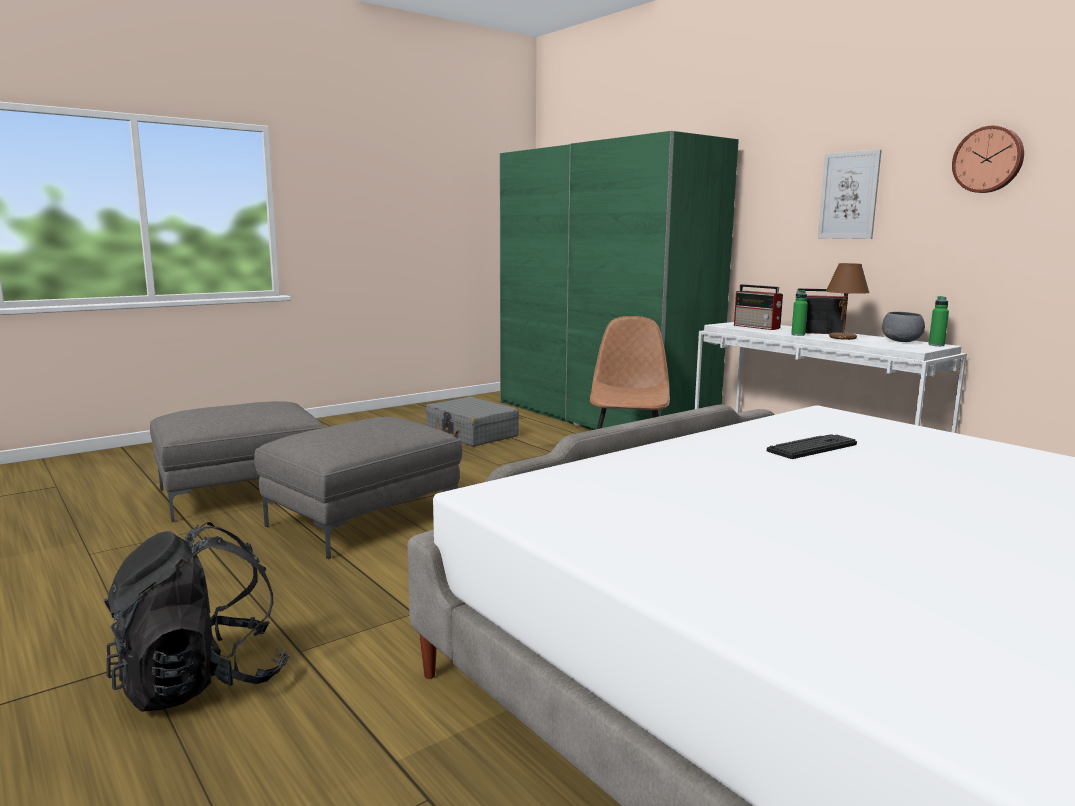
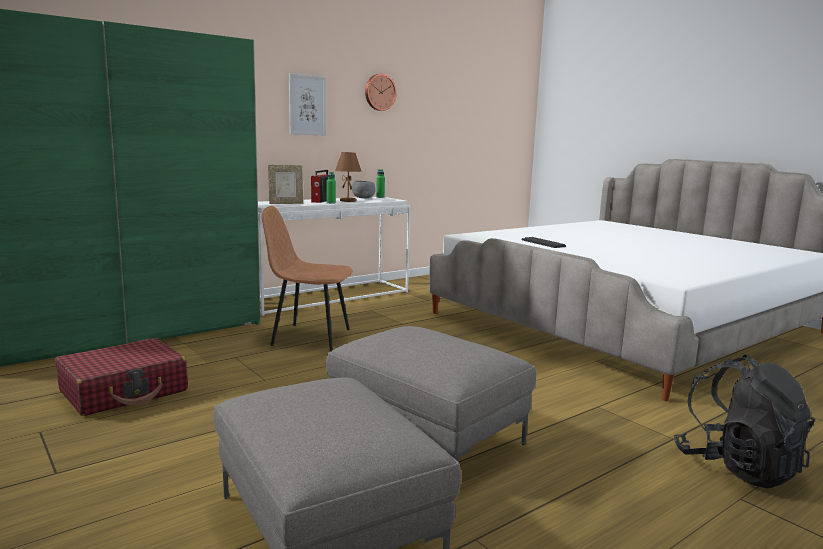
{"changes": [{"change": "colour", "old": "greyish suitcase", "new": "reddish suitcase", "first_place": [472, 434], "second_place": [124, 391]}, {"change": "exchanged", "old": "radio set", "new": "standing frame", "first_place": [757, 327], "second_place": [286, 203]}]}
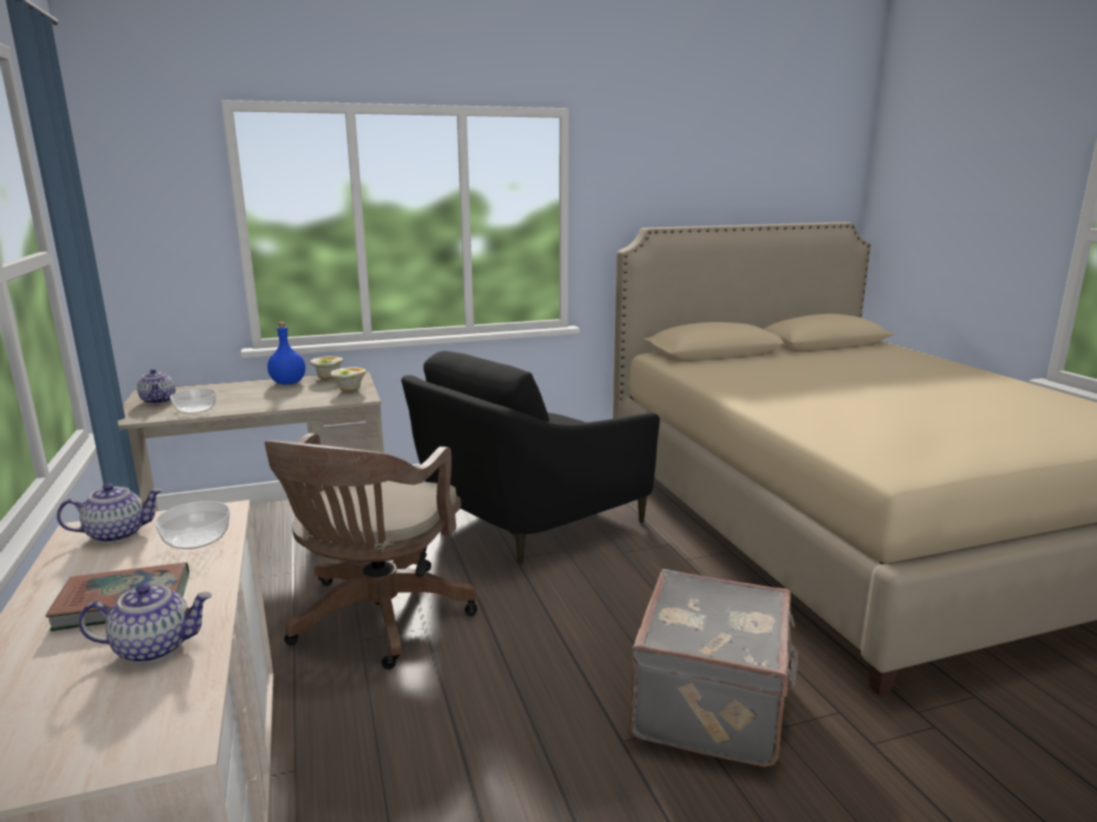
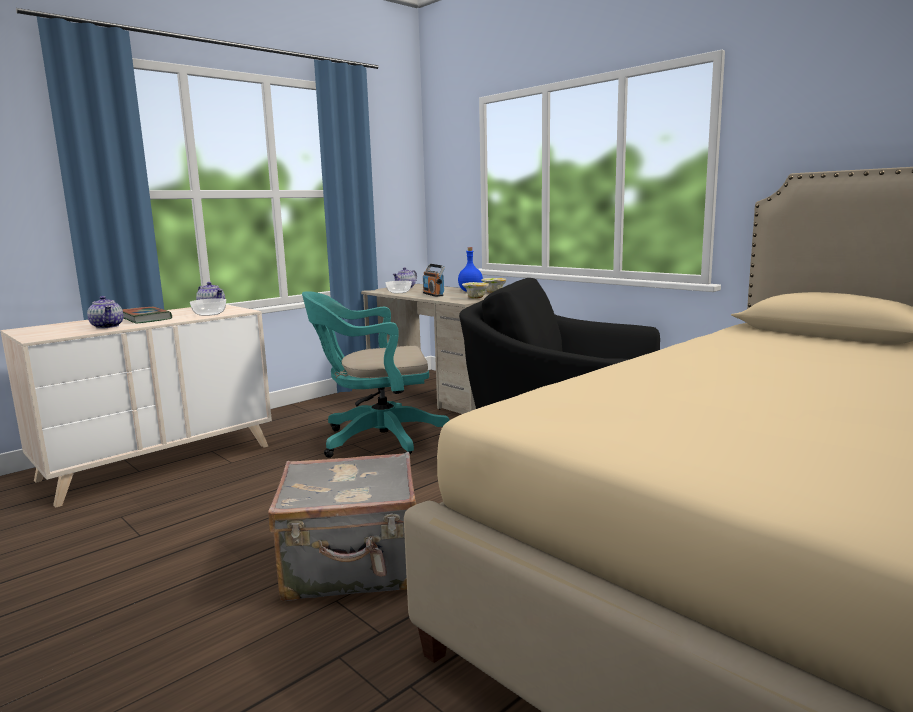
{"changes": [{"change": "colour", "old": "brownish office chair", "new": "turquoise office chair", "first_place": [377, 620], "second_place": [376, 441]}, {"change": "appeared", "new": "radio set", "second_place": [433, 294]}]}
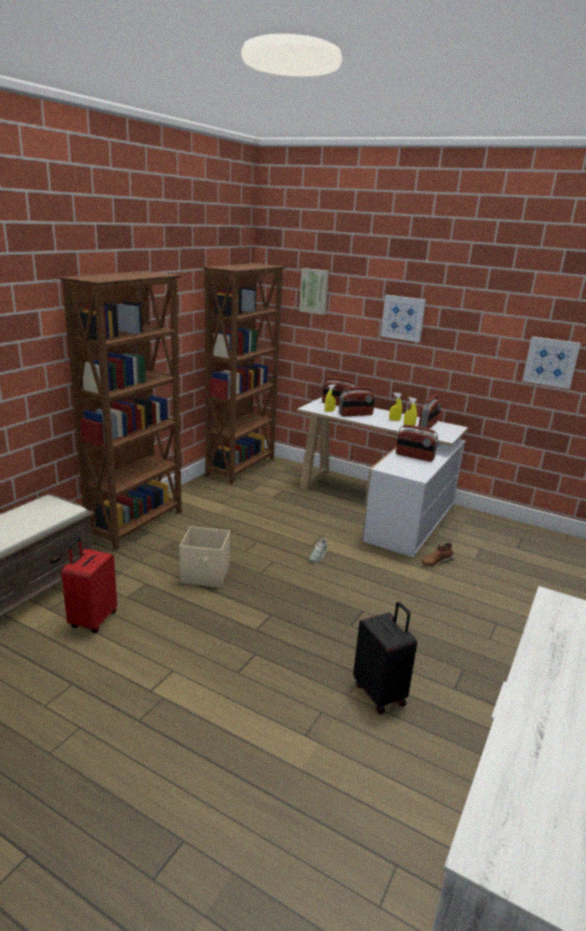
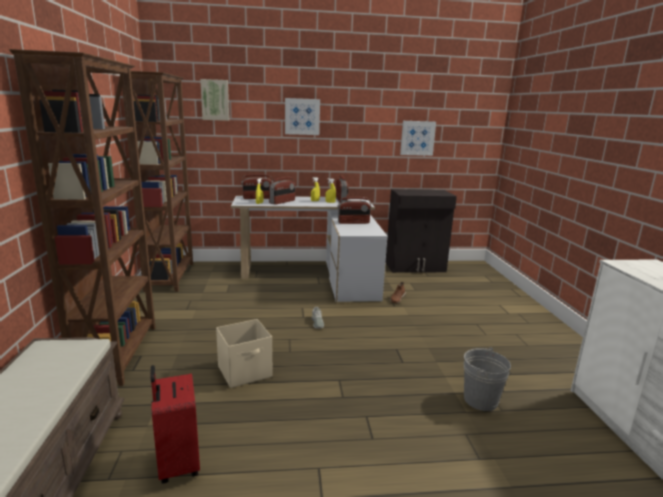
{"changes": [{"change": "appeared", "new": "black cupboard", "second_place": [416, 267]}, {"change": "exchanged", "old": "black suitcase", "new": "greyish bucket", "first_place": [380, 693], "second_place": [480, 400]}]}
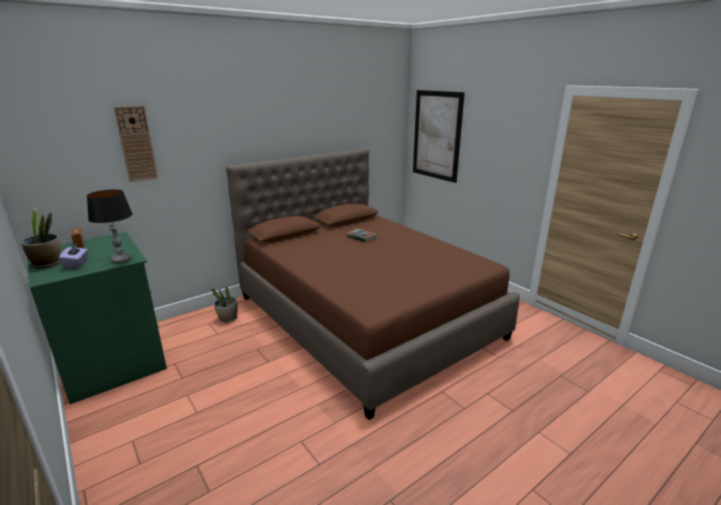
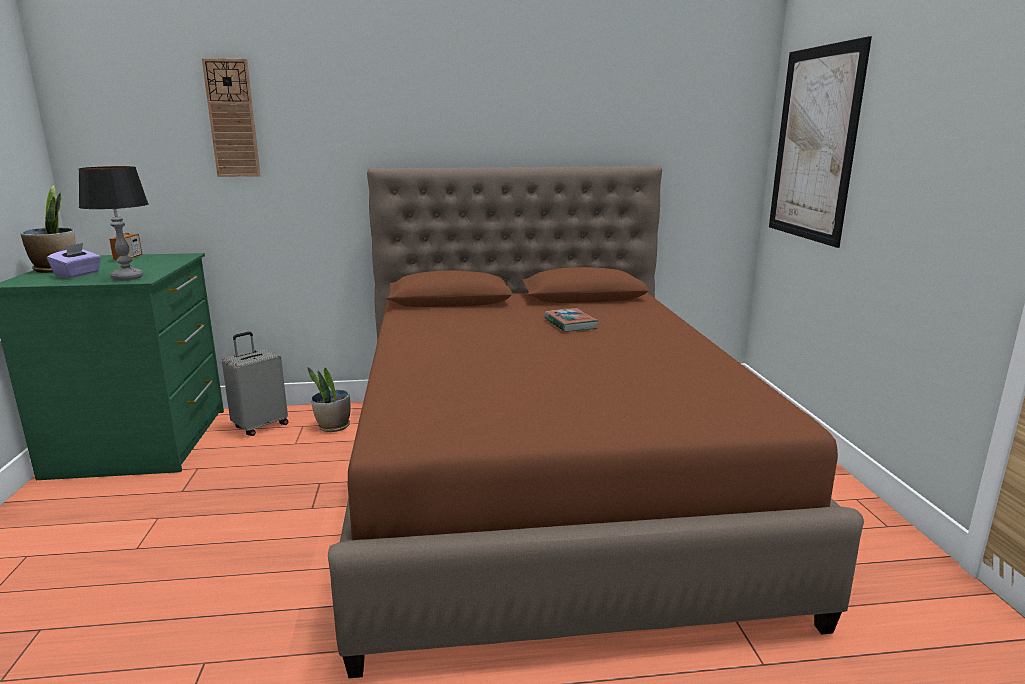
{"changes": [{"change": "appeared", "new": "greyish suitcase", "second_place": [260, 426]}]}
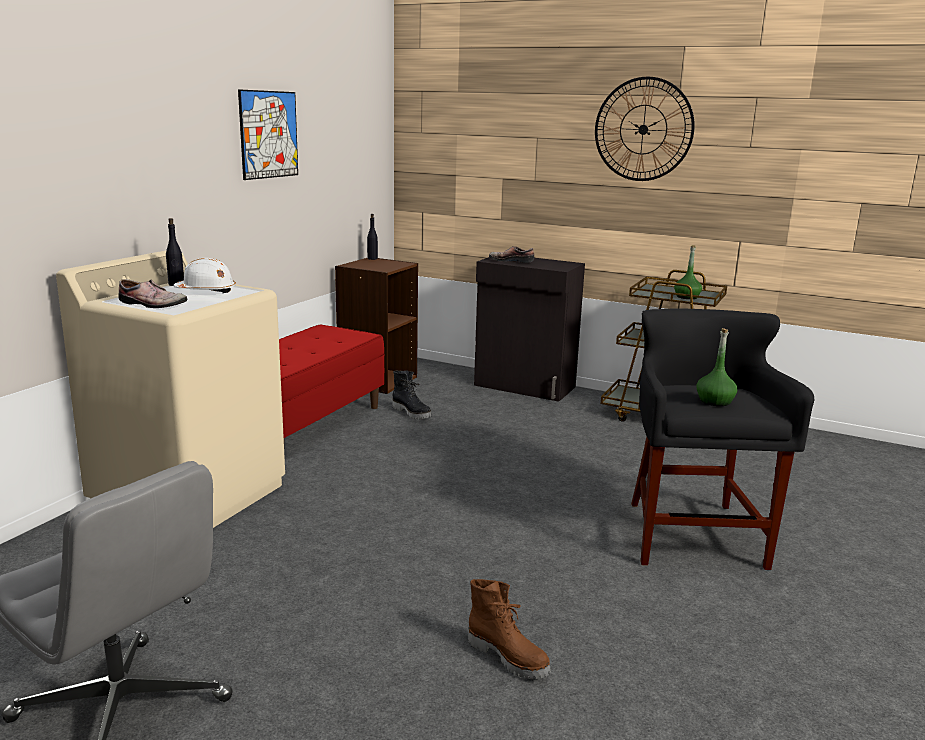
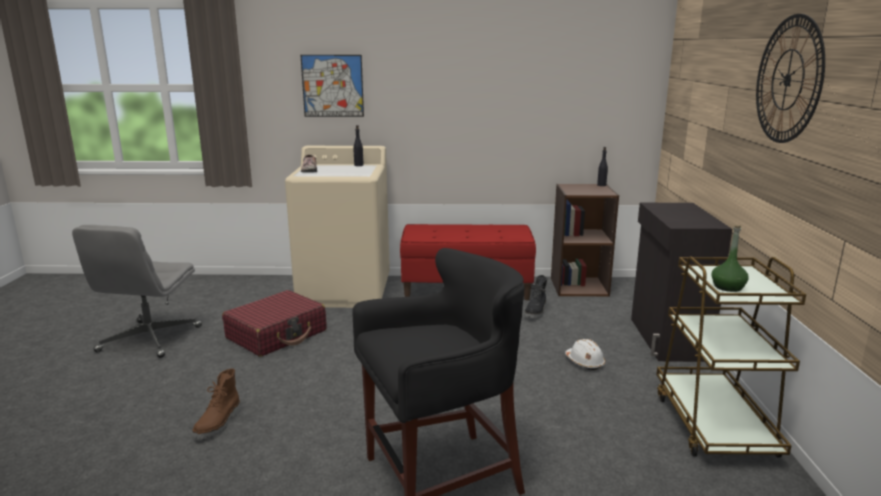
{"changes": [{"change": "appeared", "new": "reddish suitcase", "second_place": [277, 334]}, {"change": "relocated", "old": "wall picture", "first_place": [269, 134], "second_place": [332, 86]}, {"change": "relocated", "old": "white safety helmet", "first_place": [206, 291], "second_place": [584, 362]}, {"change": "missing", "old": "low shoe", "first_place": [511, 261]}, {"change": "missing", "old": "green-coloured drink bottle", "first_place": [715, 401]}]}
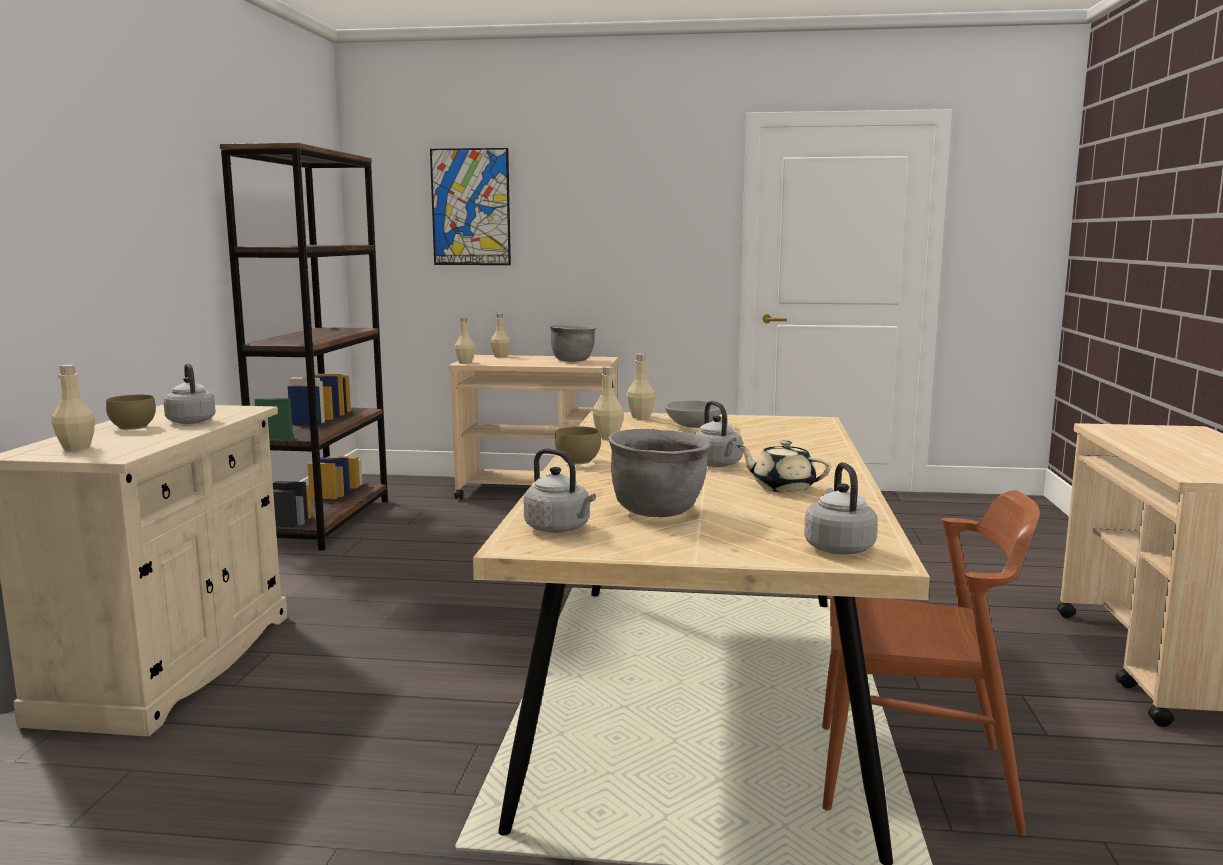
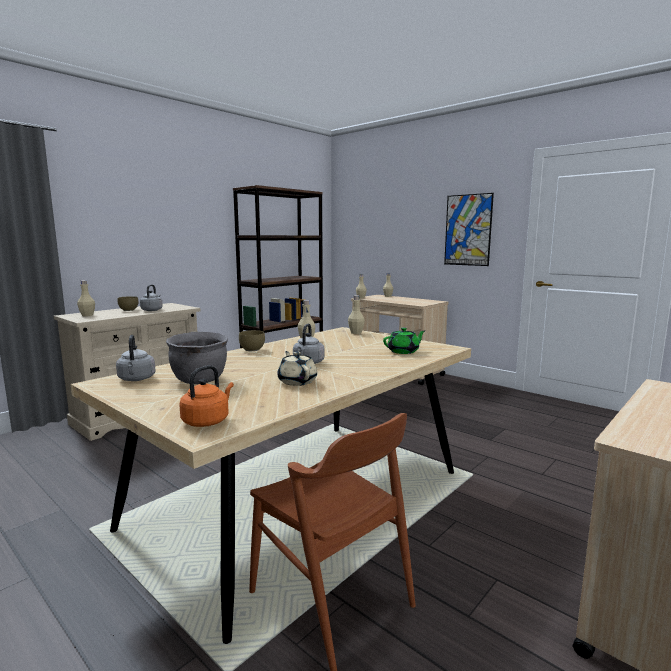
{"changes": [{"change": "colour", "old": "greyish water kettle", "new": "orangey water kettle", "first_place": [838, 547], "second_place": [207, 421]}, {"change": "appeared", "new": "green-coloured teapot", "second_place": [404, 351]}, {"change": "relocated", "old": "wall picture", "first_place": [470, 207], "second_place": [468, 230]}, {"change": "missing", "old": "greyish stockpot", "first_place": [572, 360]}, {"change": "missing", "old": "greyish serving bowl", "first_place": [694, 426]}]}
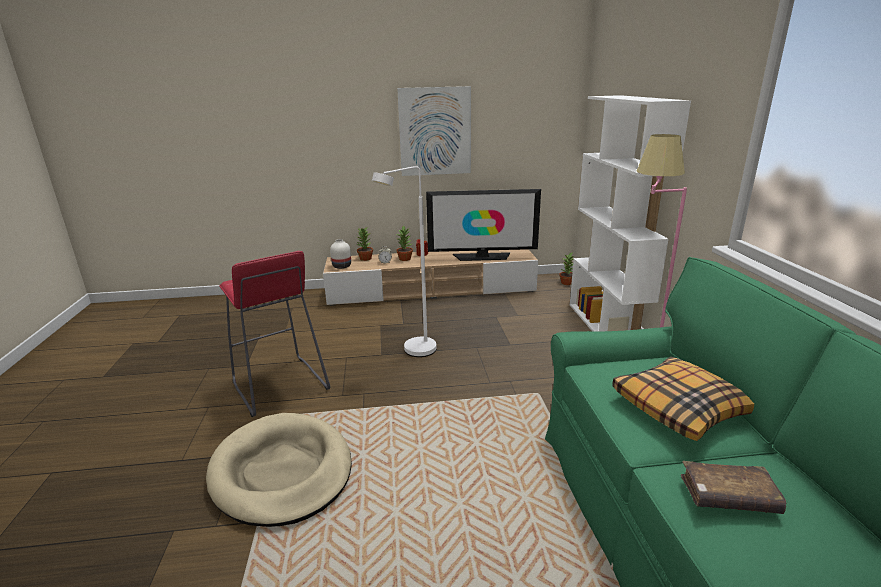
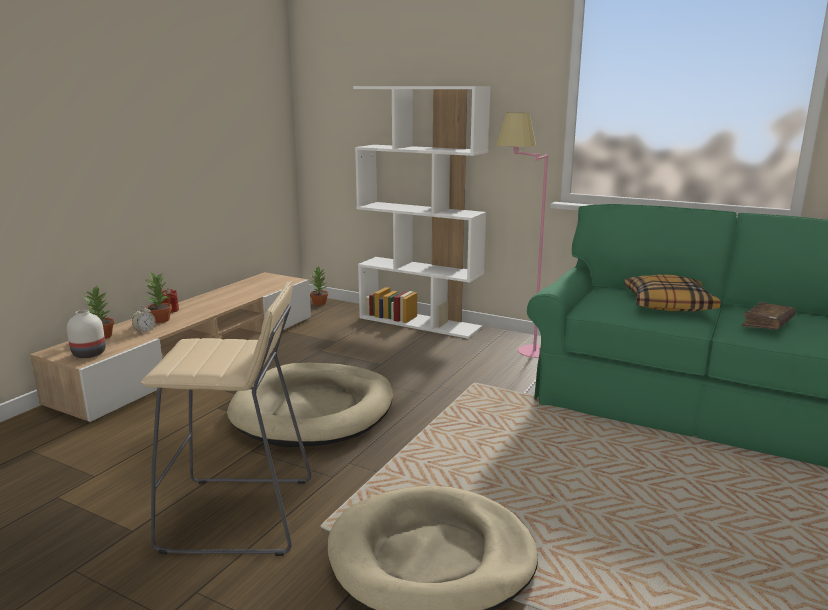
{"changes": [{"change": "colour", "old": "reddish sitting stool", "new": "beige sitting stool", "first_place": [279, 386], "second_place": [239, 515]}, {"change": "exchanged", "old": "white standing lamp", "new": "beige pet bed", "first_place": [414, 352], "second_place": [314, 410]}, {"change": "missing", "old": "wall picture", "first_place": [435, 132]}, {"change": "missing", "old": "TV", "first_place": [482, 257]}]}
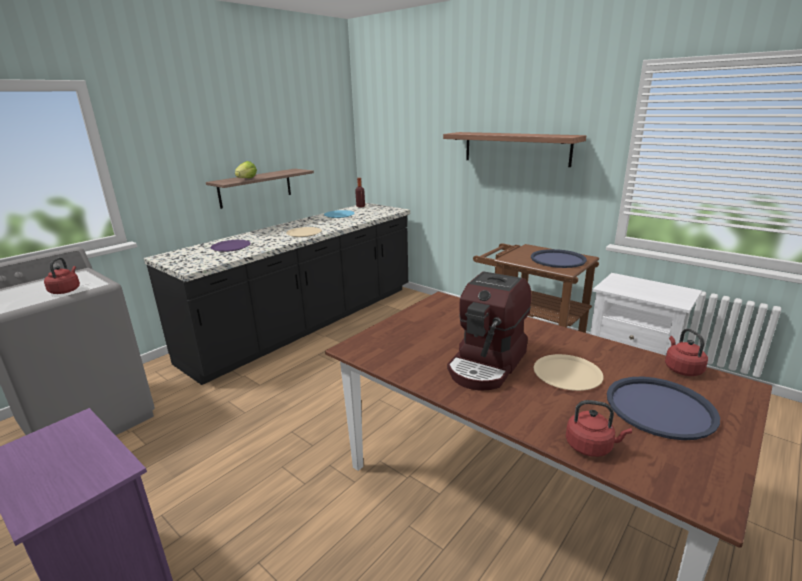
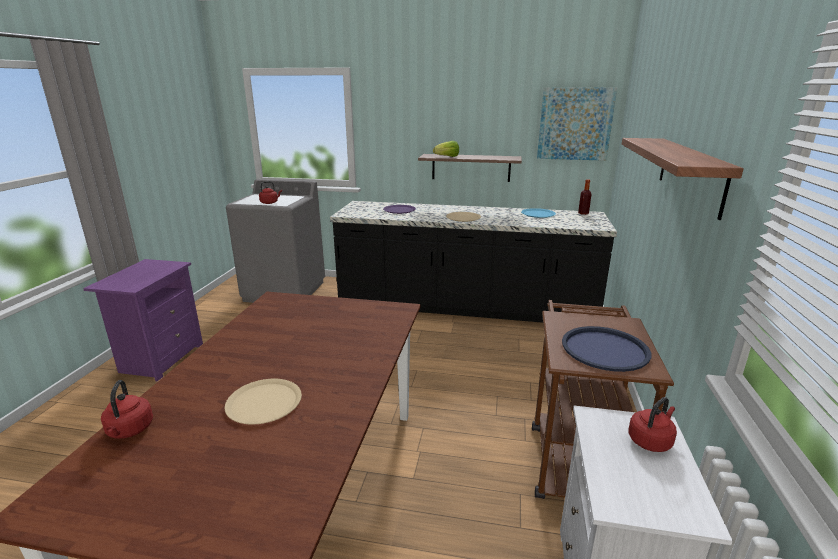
{"changes": [{"change": "appeared", "new": "wall picture", "second_place": [575, 124]}, {"change": "relocated", "old": "reddish water kettle", "first_place": [681, 369], "second_place": [650, 441]}, {"change": "missing", "old": "coffee maker", "first_place": [488, 364]}, {"change": "missing", "old": "bluish serving tray", "first_place": [659, 408]}]}
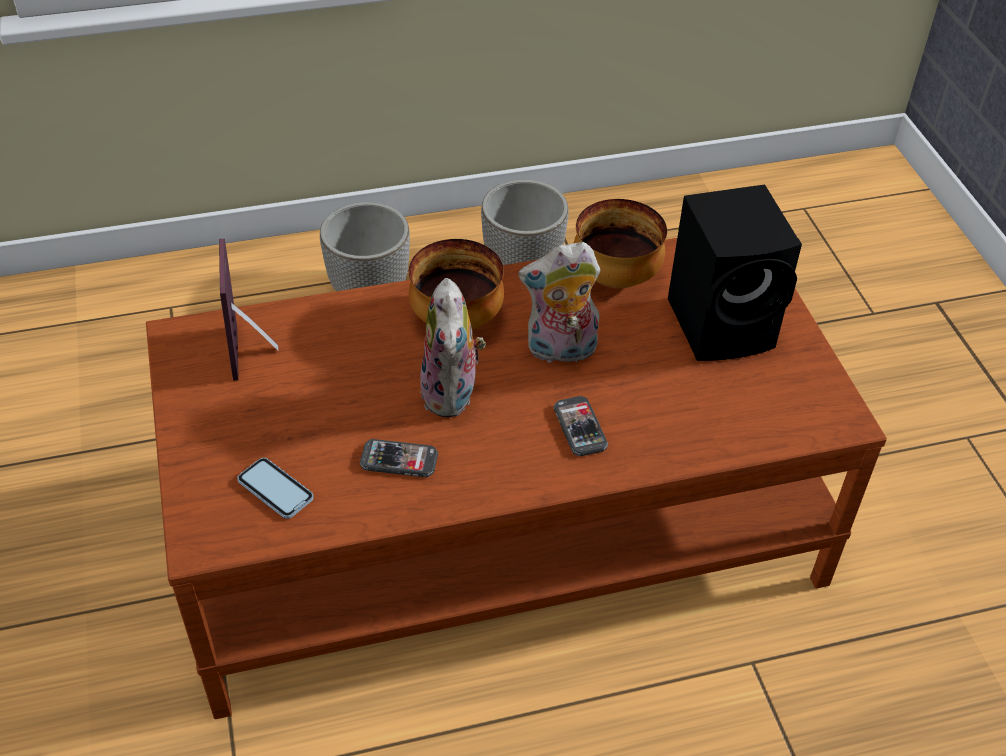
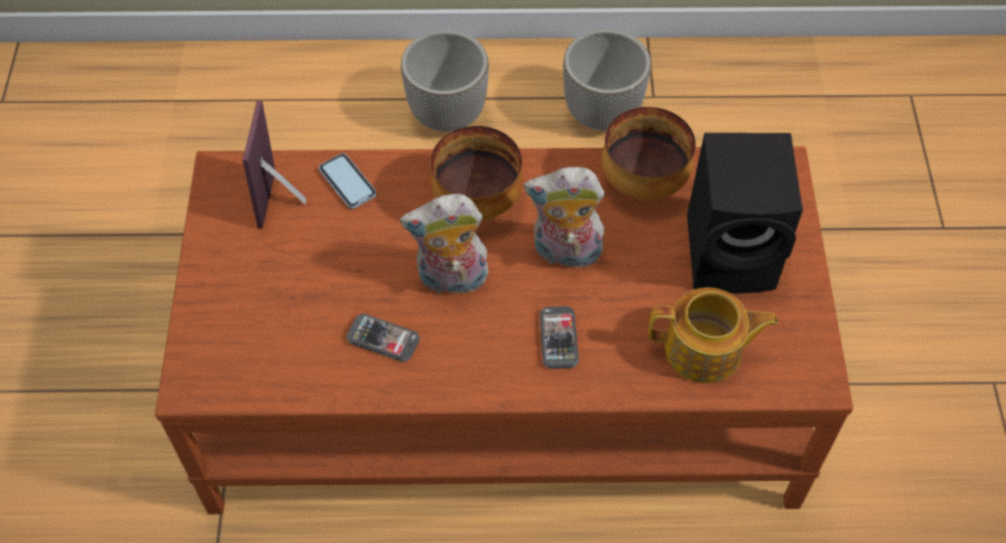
{"changes": [{"change": "relocated", "old": "phone", "first_place": [275, 490], "second_place": [347, 182]}, {"change": "spun", "old": "plush toy", "first_place": [453, 394], "second_place": [451, 280], "degrees": 75}, {"change": "appeared", "new": "teapot", "second_place": [705, 351]}]}
